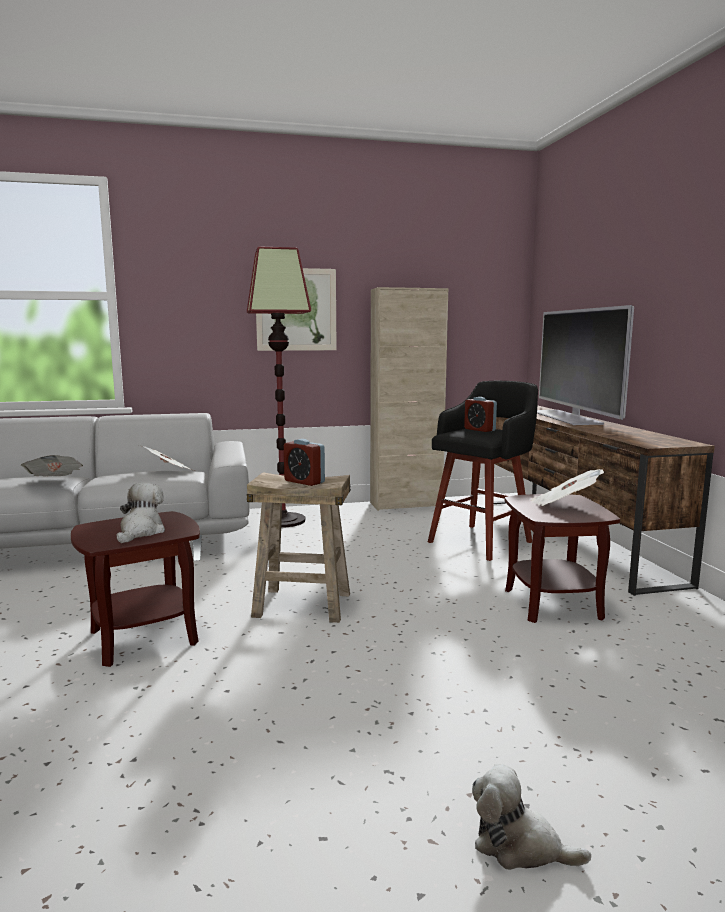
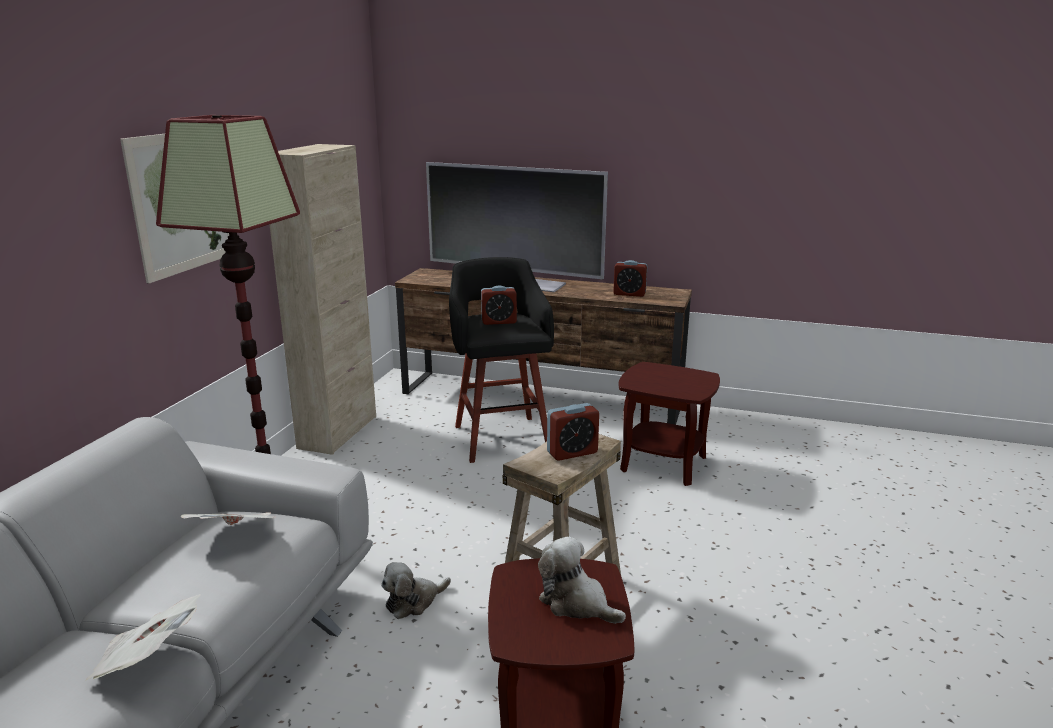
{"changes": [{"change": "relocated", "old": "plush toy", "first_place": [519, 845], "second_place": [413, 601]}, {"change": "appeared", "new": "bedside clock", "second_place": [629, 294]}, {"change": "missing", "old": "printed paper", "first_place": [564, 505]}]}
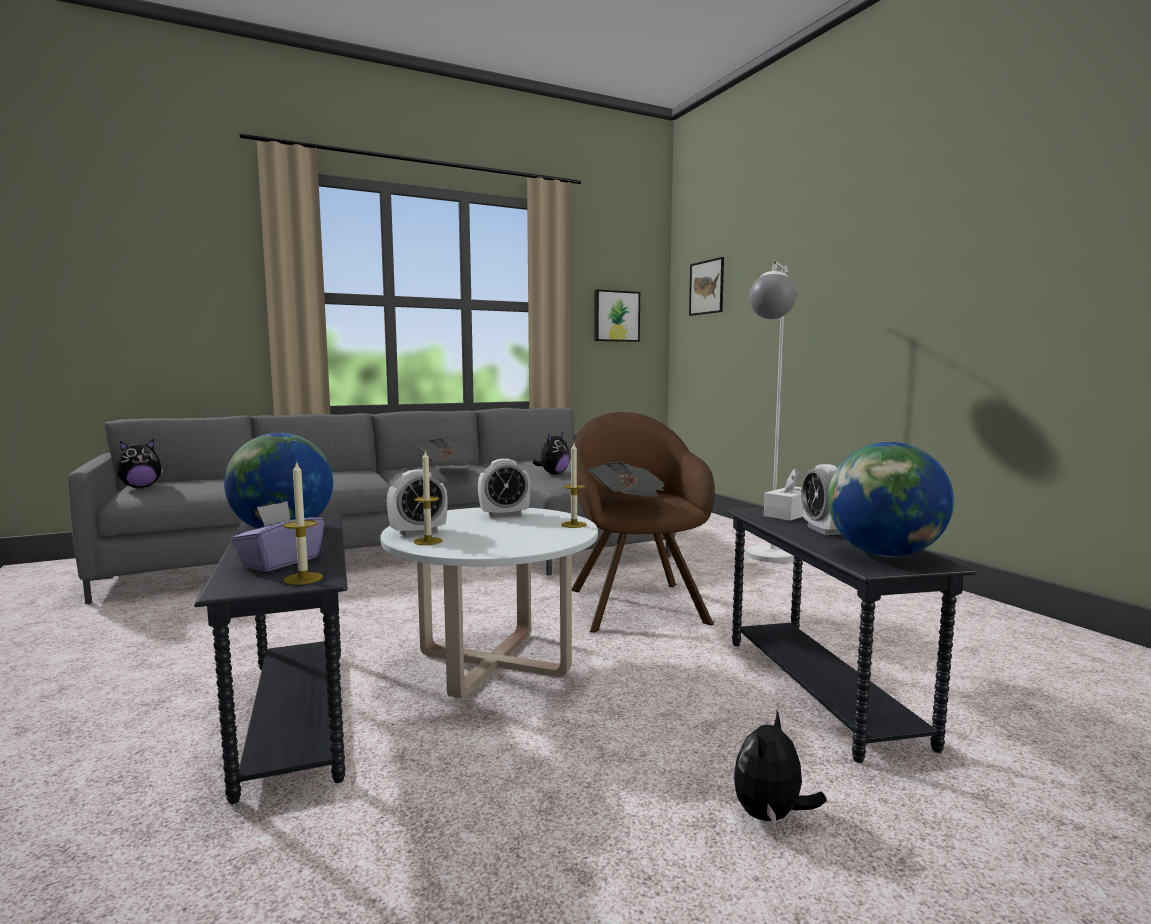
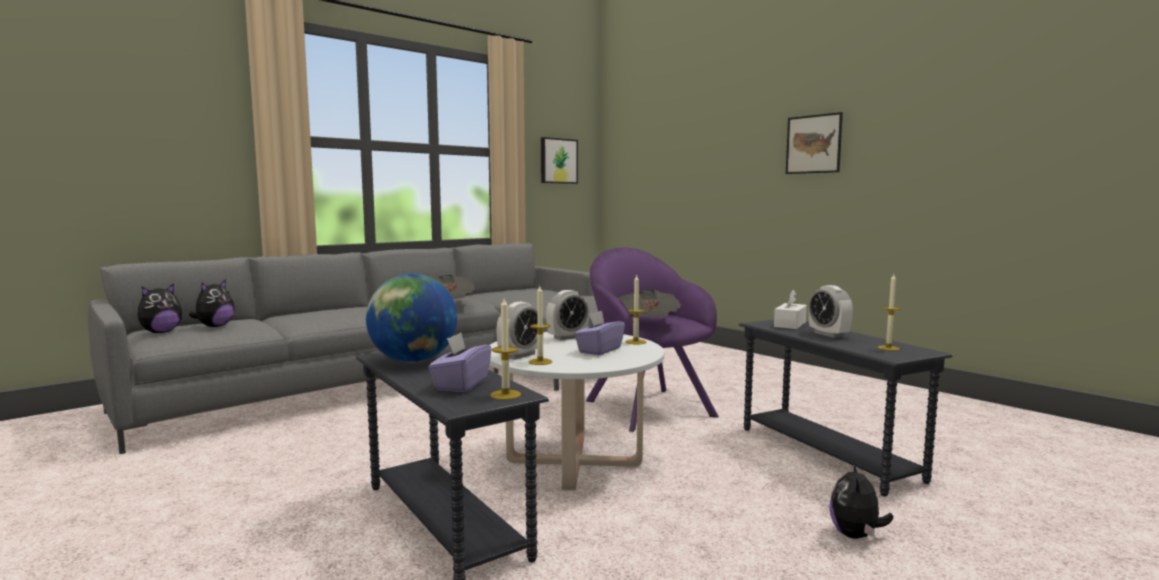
{"changes": [{"change": "relocated", "old": "plush toy", "first_place": [553, 474], "second_place": [215, 326]}, {"change": "appeared", "new": "purple-coloured tissue holder", "second_place": [599, 350]}, {"change": "colour", "old": "brownish armchair", "new": "purple-coloured armchair", "first_place": [635, 602], "second_place": [646, 406]}, {"change": "relocated", "old": "wall picture", "first_place": [706, 287], "second_place": [813, 144]}, {"change": "exchanged", "old": "globe", "new": "wax light", "first_place": [884, 554], "second_place": [888, 348]}, {"change": "missing", "old": "white standing lamp", "first_place": [767, 560]}]}
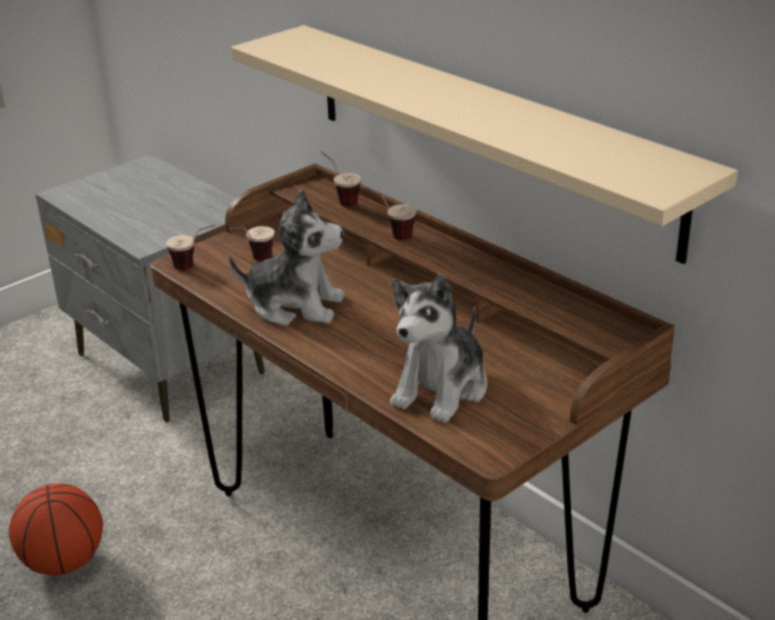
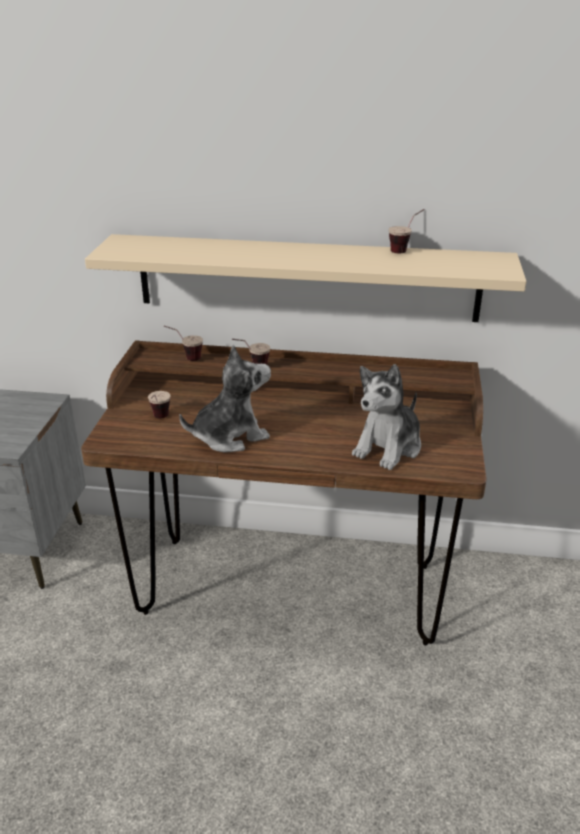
{"changes": [{"change": "spun", "old": "plush toy", "first_place": [442, 389], "second_place": [388, 447], "degrees": 45}, {"change": "relocated", "old": "small cup", "first_place": [195, 266], "second_place": [405, 249]}, {"change": "missing", "old": "basketball", "first_place": [64, 562]}]}
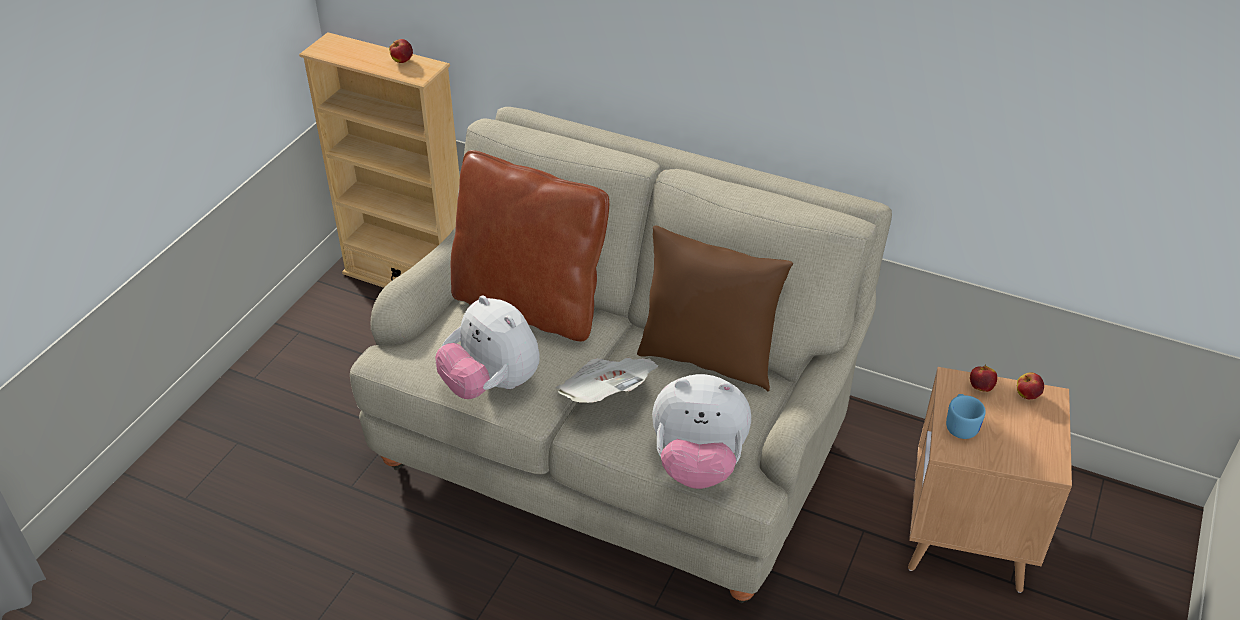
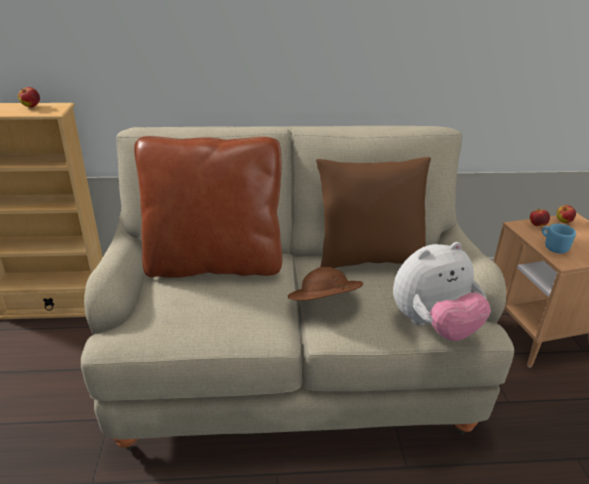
{"changes": [{"change": "exchanged", "old": "printed paper", "new": "brownish wearable hat", "first_place": [605, 396], "second_place": [323, 305]}, {"change": "missing", "old": "plush toy", "first_place": [491, 385]}]}
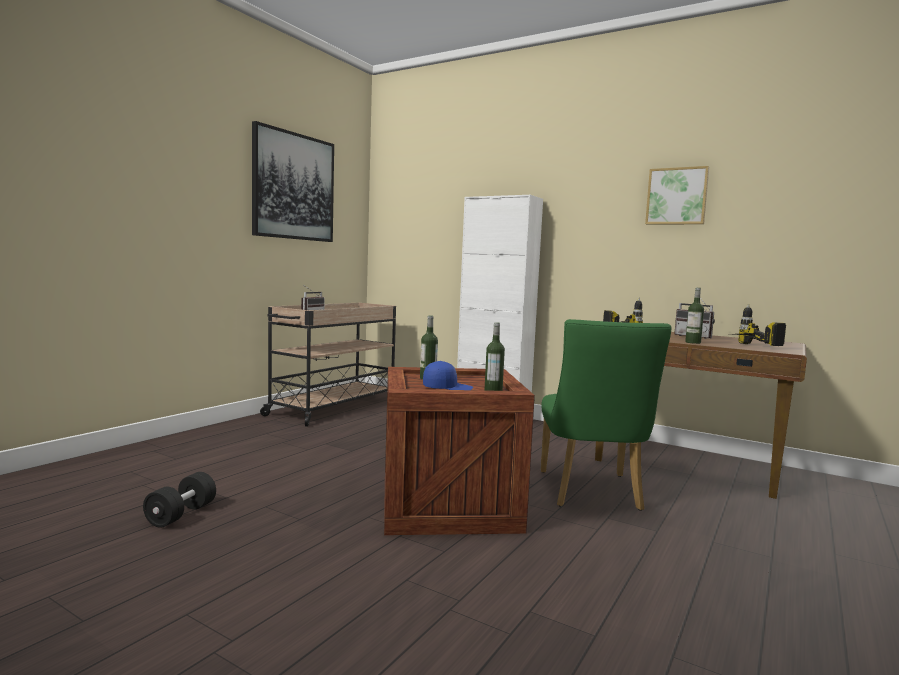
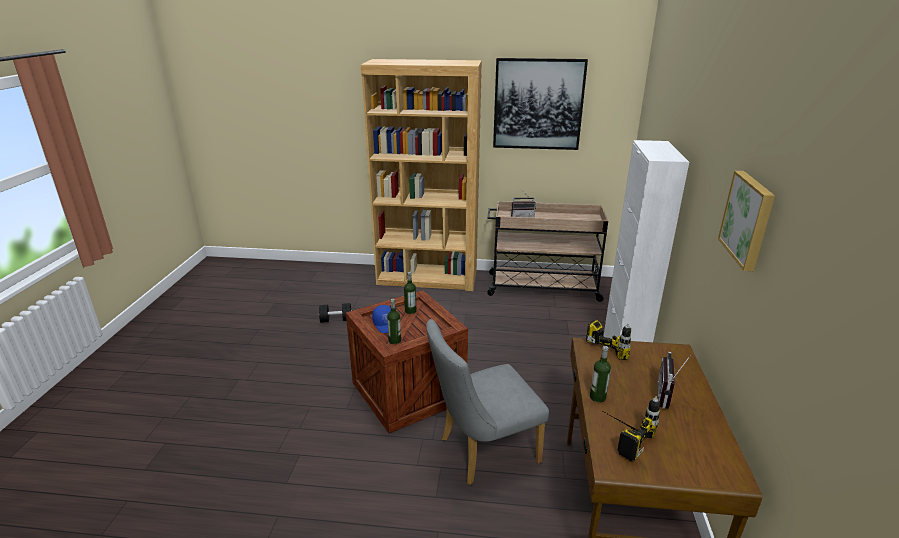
{"changes": [{"change": "appeared", "new": "brownish bookshelf", "second_place": [427, 278]}, {"change": "colour", "old": "green-coloured plain chair", "new": "greyish plain chair", "first_place": [591, 493], "second_place": [482, 451]}]}
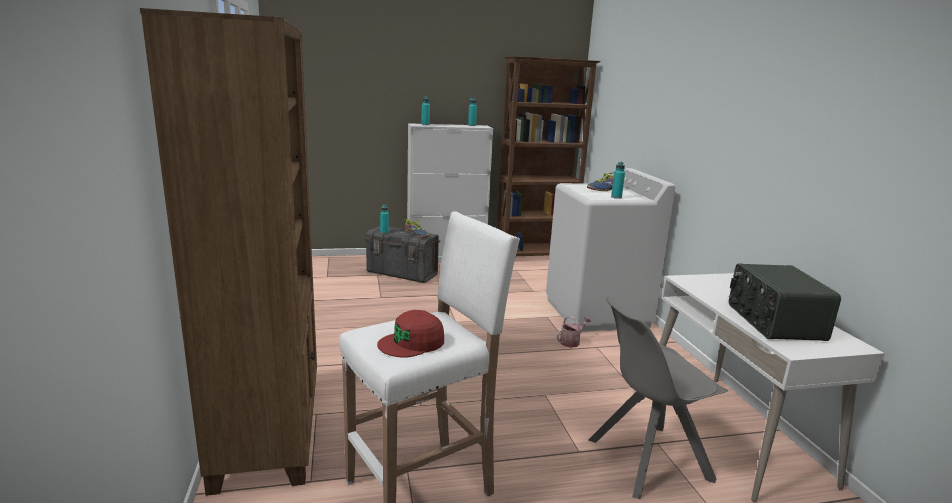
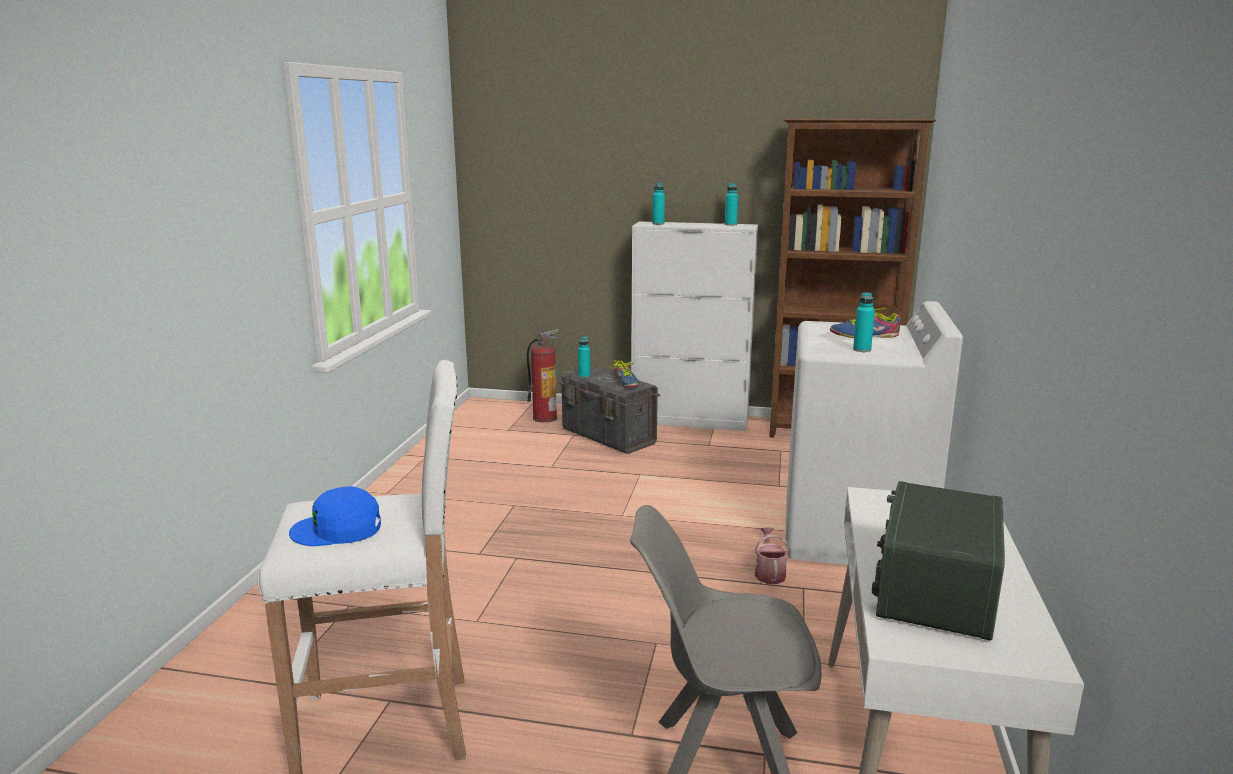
{"changes": [{"change": "colour", "old": "reddish baseball cap", "new": "bluish baseball cap", "first_place": [412, 343], "second_place": [338, 529]}, {"change": "appeared", "new": "extinguisher", "second_place": [545, 418]}, {"change": "spun", "old": "sprinkling can", "first_place": [571, 342], "second_place": [769, 573], "degrees": -75}, {"change": "missing", "old": "brownish bookshelf", "first_place": [270, 430]}]}
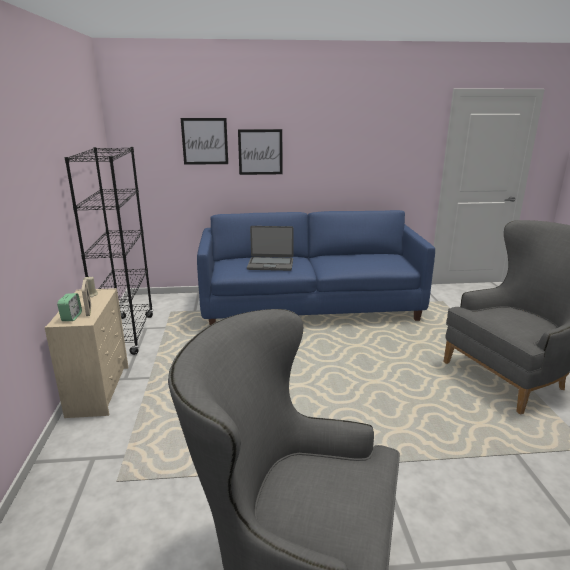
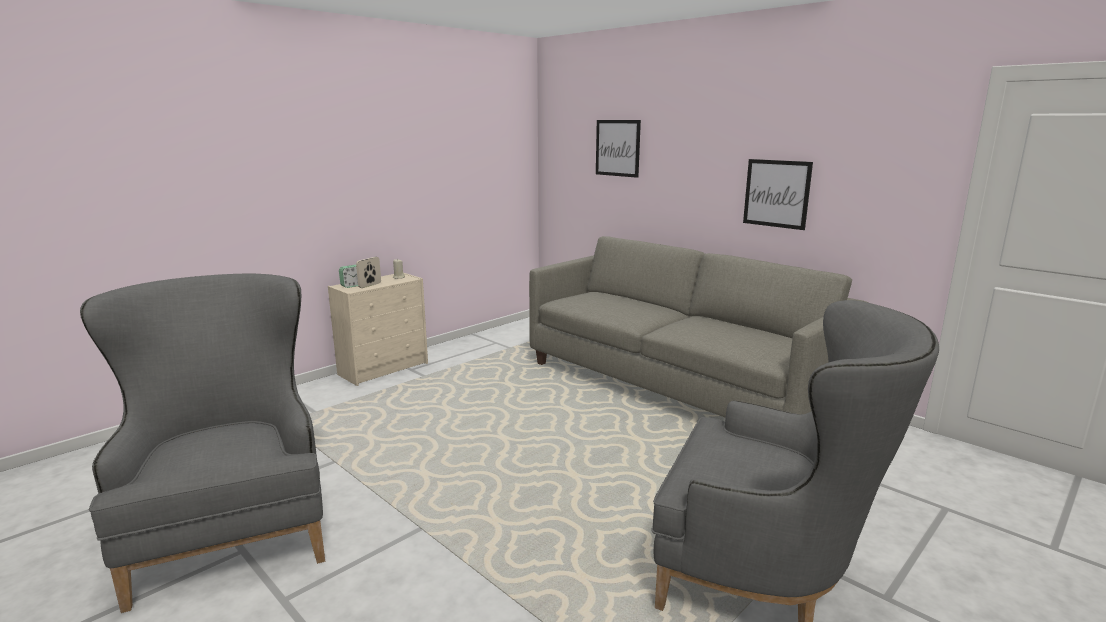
{"changes": [{"change": "colour", "old": "bluish couch", "new": "greyish couch", "first_place": [310, 307], "second_place": [676, 385]}, {"change": "relocated", "old": "wall picture", "first_place": [260, 152], "second_place": [776, 193]}, {"change": "missing", "old": "black bookshelf", "first_place": [128, 335]}, {"change": "missing", "old": "laptop", "first_place": [270, 264]}]}
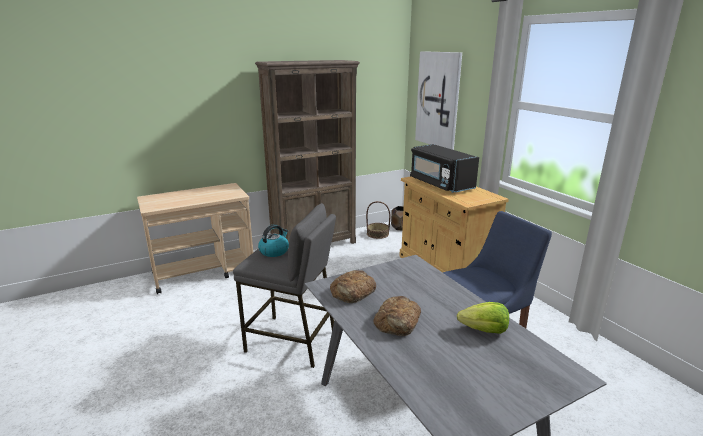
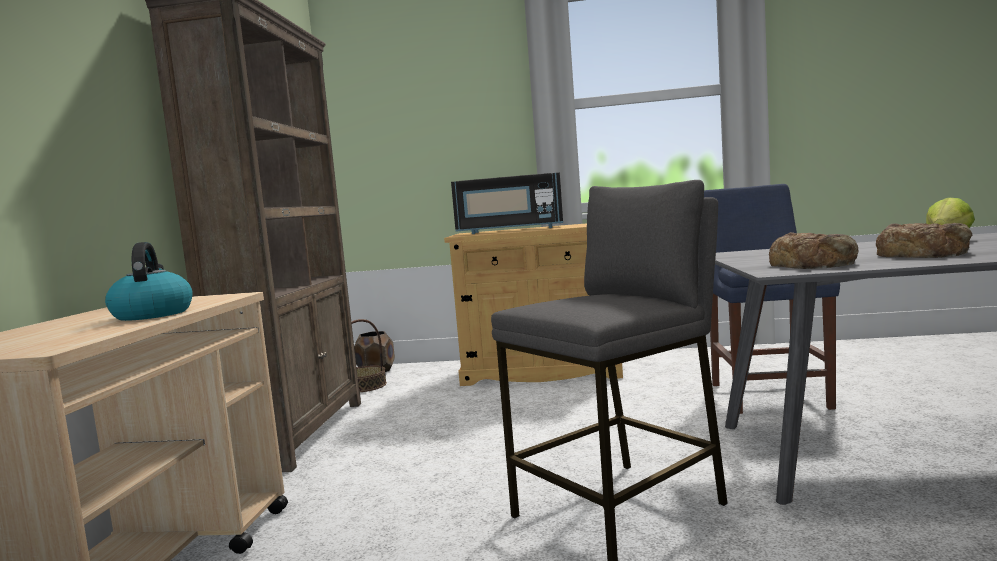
{"changes": [{"change": "relocated", "old": "water kettle", "first_place": [274, 251], "second_place": [152, 314]}, {"change": "missing", "old": "wall picture", "first_place": [438, 100]}]}
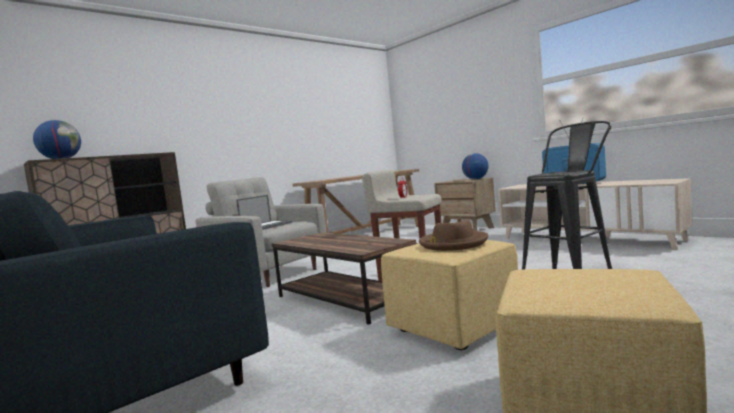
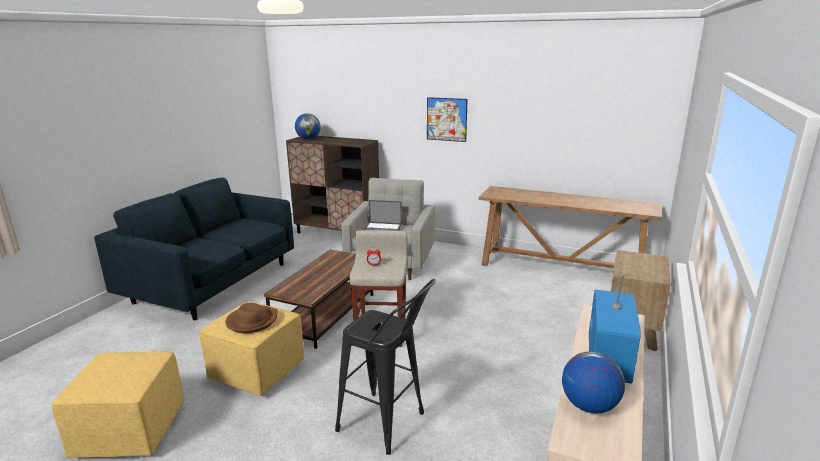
{"changes": [{"change": "appeared", "new": "wall picture", "second_place": [446, 119]}, {"change": "relocated", "old": "globe", "first_place": [476, 179], "second_place": [589, 406]}]}
